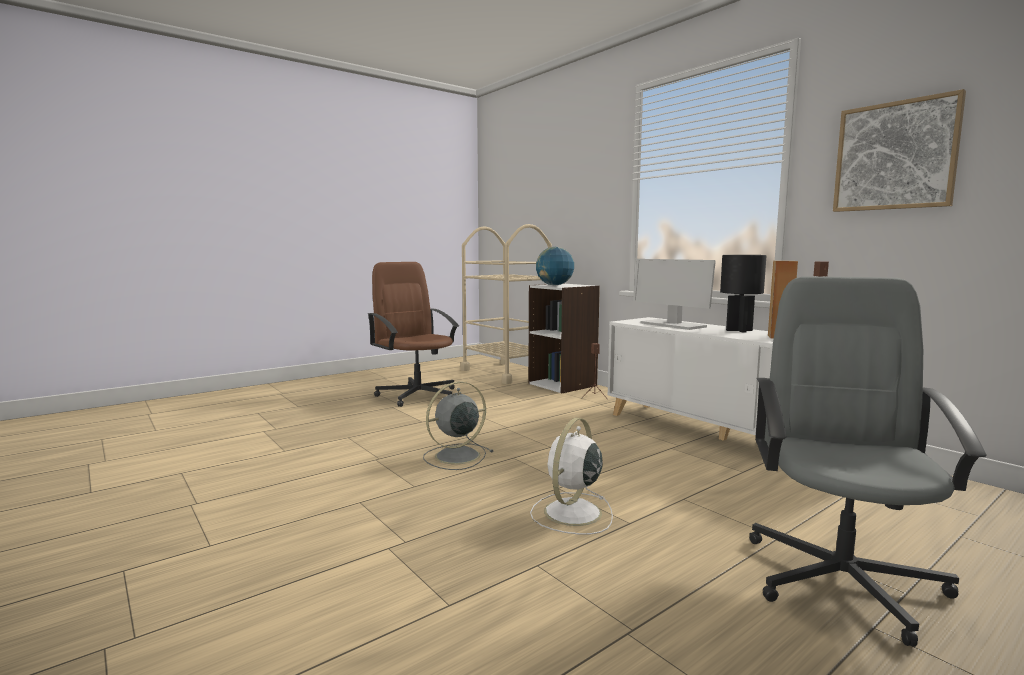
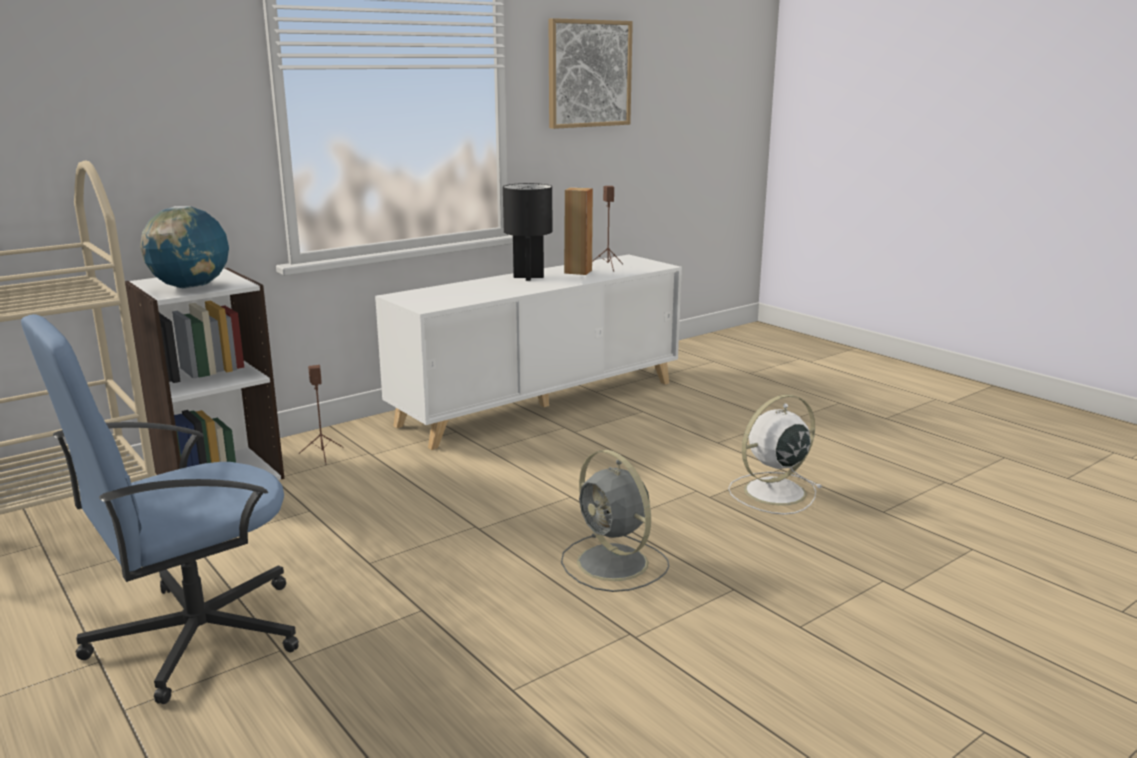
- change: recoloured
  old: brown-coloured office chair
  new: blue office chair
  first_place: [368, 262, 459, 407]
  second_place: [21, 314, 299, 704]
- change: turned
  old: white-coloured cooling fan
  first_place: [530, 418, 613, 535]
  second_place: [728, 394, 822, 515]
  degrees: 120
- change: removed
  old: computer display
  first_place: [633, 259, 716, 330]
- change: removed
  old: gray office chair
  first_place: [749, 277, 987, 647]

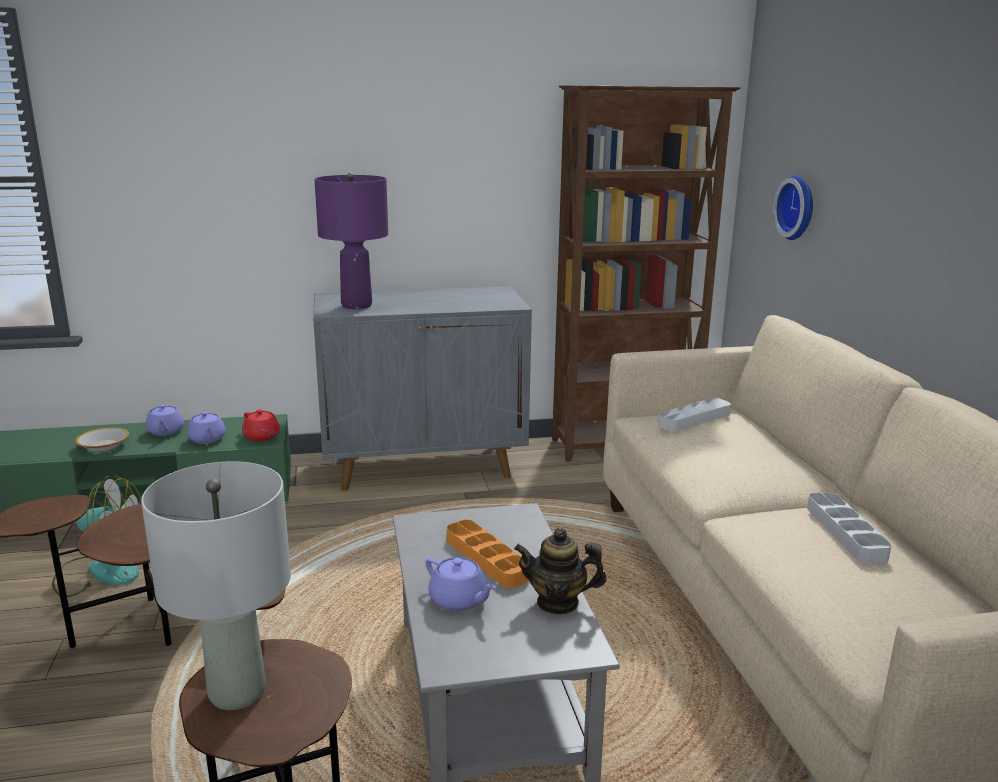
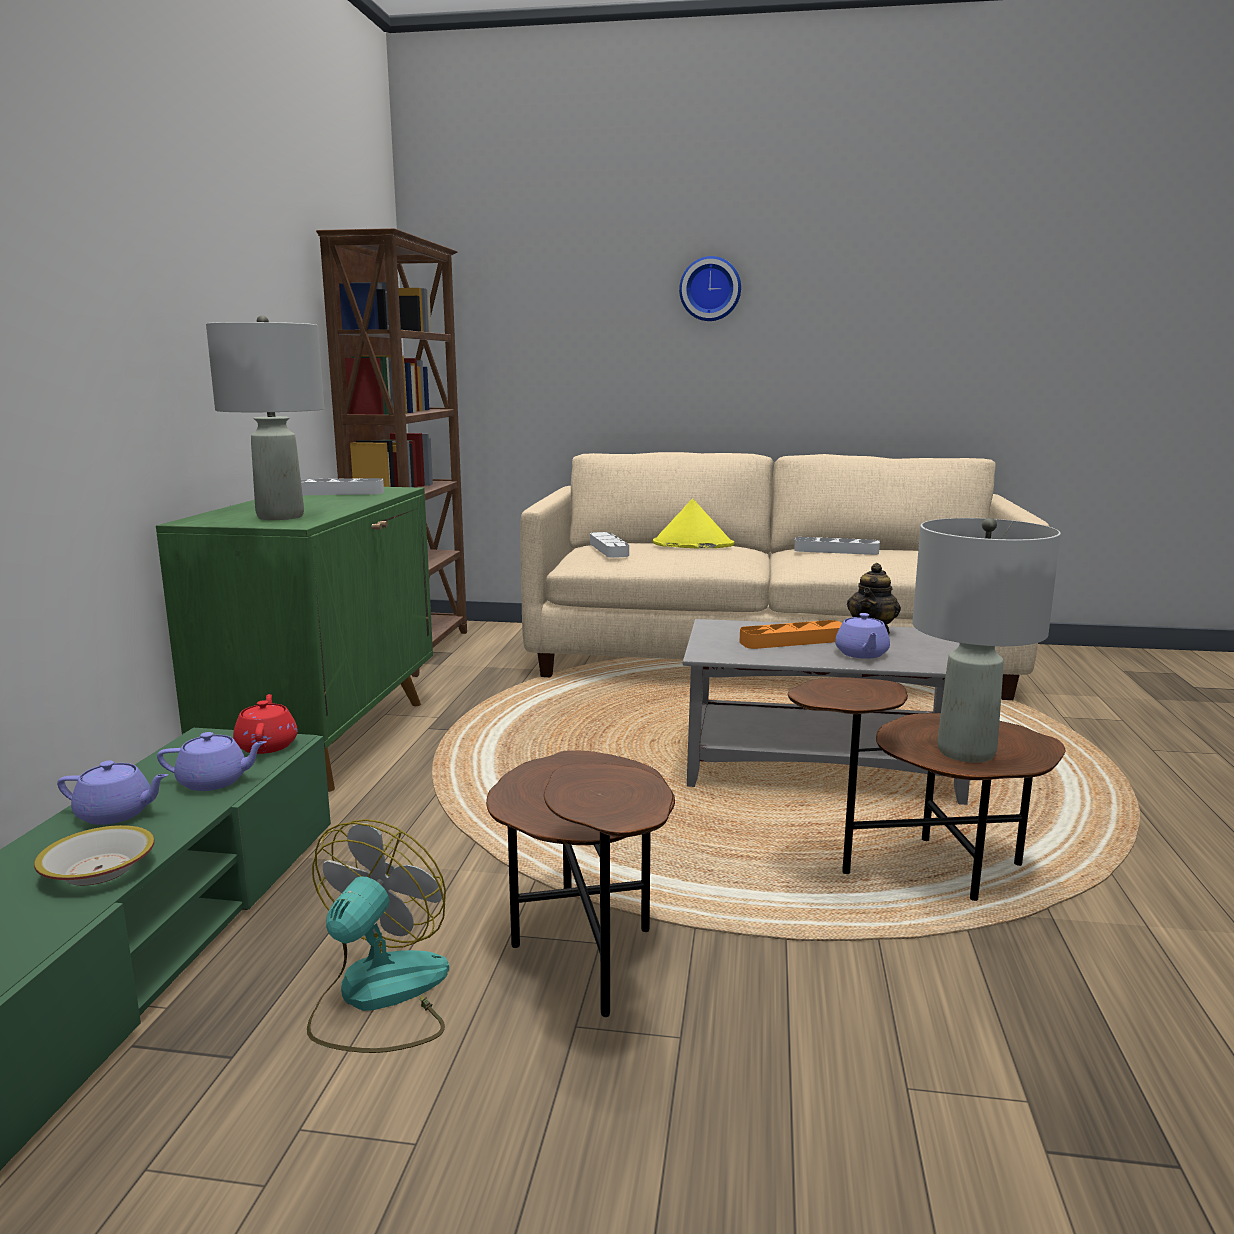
- change: recoloured
  old: gray cupboard
  new: green-coloured cupboard
  first_place: [313, 286, 532, 491]
  second_place: [156, 487, 433, 792]
- change: recoloured
  old: purple lamp for a table
  new: gray lamp for a table
  first_place: [314, 173, 388, 309]
  second_place: [206, 316, 324, 520]
- change: turned
  old: reddish tea pot
  first_place: [242, 409, 280, 441]
  second_place: [233, 694, 297, 754]
  degrees: -75
- change: added
  new: gray serving tray
  second_place: [301, 478, 384, 495]
- change: added
  new: yellow-coloured clothing hat
  second_place: [653, 499, 734, 548]
- change: moved
  old: wall clock
  first_place: [773, 175, 813, 240]
  second_place: [679, 256, 741, 321]
- change: turned
  old: purple tea pot
  first_place: [426, 557, 496, 611]
  second_place: [835, 613, 890, 659]
  degrees: 120

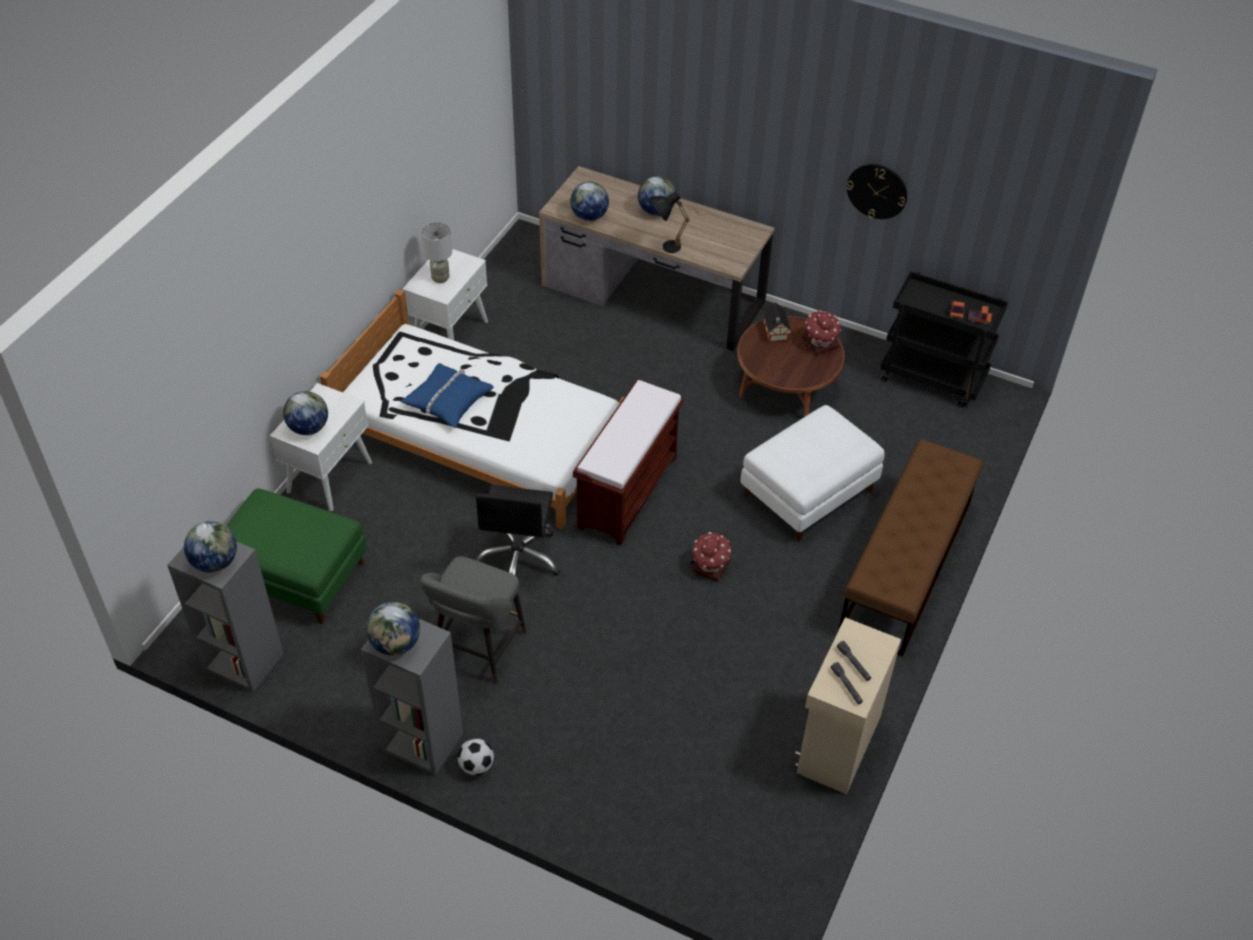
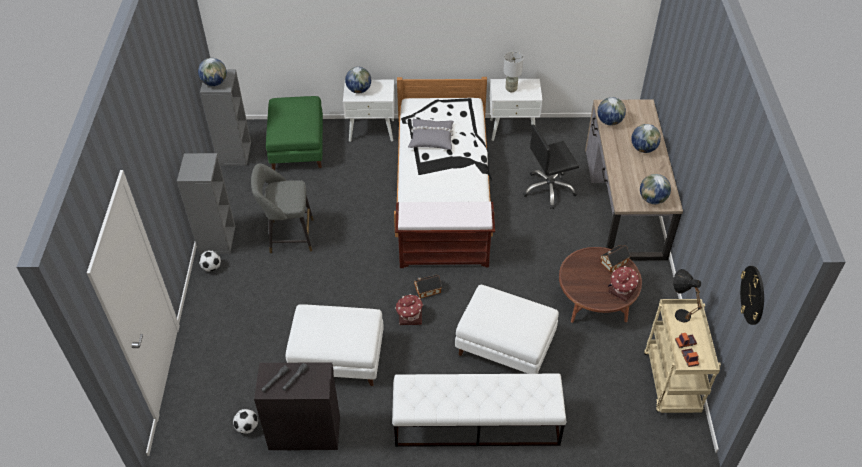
- change: added
  new: football ball
  second_place: [233, 409, 258, 434]
- change: recoloured
  old: sand-coloured cupboard
  new: blackish cupboard
  first_place: [793, 617, 901, 795]
  second_place: [254, 362, 340, 450]
- change: added
  new: white-coloured ottoman
  second_place: [286, 304, 384, 386]
- change: recoloured
  old: brown-coloured long seat
  new: white-coloured long seat
  first_place: [838, 440, 983, 656]
  second_place: [392, 374, 566, 447]
- change: recoloured
  old: blue cushion
  new: gray cushion
  first_place: [401, 363, 494, 428]
  second_place: [408, 119, 454, 150]
- change: added
  new: toy house
  second_place: [414, 275, 442, 299]
- change: moved
  old: blackish office chair
  first_place: [473, 485, 560, 576]
  second_place: [523, 125, 579, 209]
- change: moved
  old: desk globe
  first_place: [366, 602, 420, 656]
  second_place: [640, 174, 671, 204]
- change: recoloured
  old: blackish cart
  new: sand-coloured cart
  first_place: [881, 272, 1008, 407]
  second_place: [644, 299, 721, 413]
- change: moved
  old: blackish lamp for a table
  first_place: [649, 191, 689, 253]
  second_place: [673, 269, 702, 322]
- change: moved
  old: wall clock
  first_place: [846, 164, 907, 219]
  second_place: [740, 266, 764, 325]

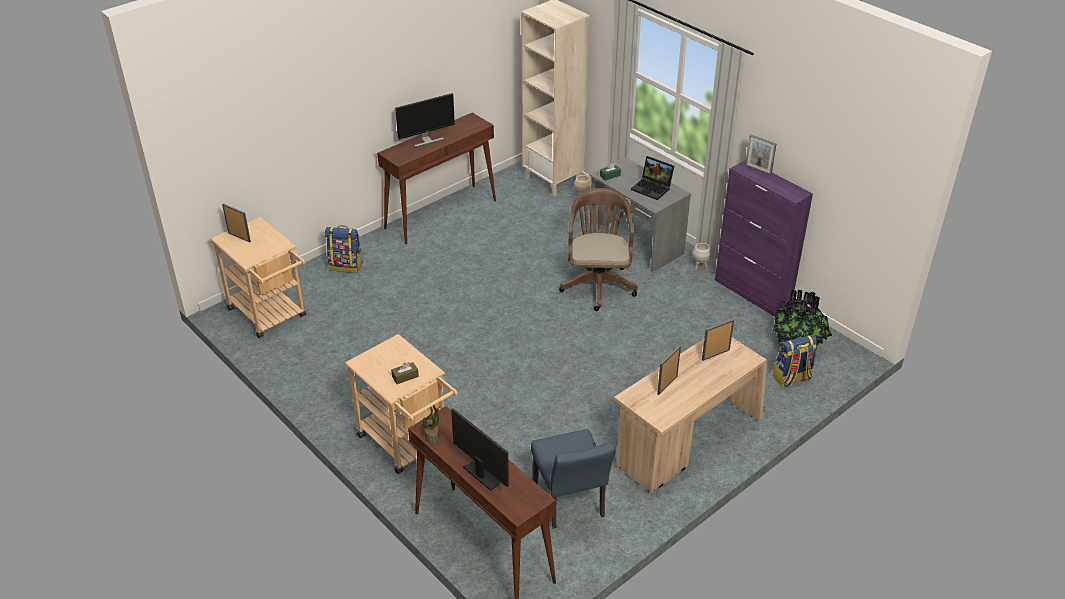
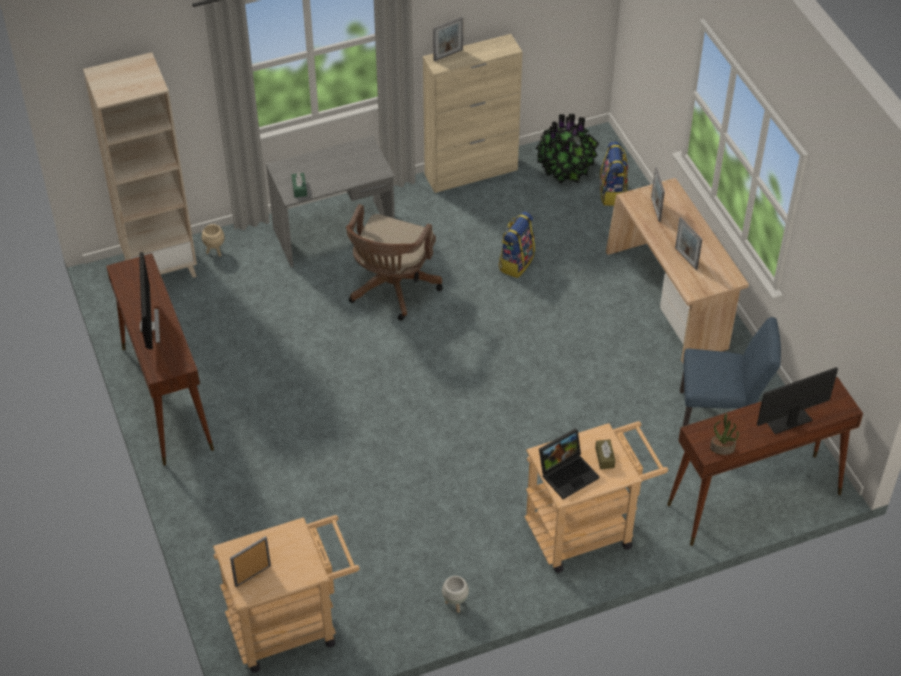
- change: turned
  old: brown-coloured office chair
  first_place: [559, 188, 638, 311]
  second_place: [346, 204, 443, 321]
  degrees: -90
- change: recoloured
  old: purple cupboard
  new: sand-coloured cupboard
  first_place: [715, 160, 813, 317]
  second_place: [423, 34, 523, 193]
- change: moved
  old: white-coloured planter
  first_place: [693, 243, 711, 270]
  second_place: [442, 576, 469, 613]
- change: moved
  old: backpack
  first_place: [325, 225, 363, 273]
  second_place: [499, 211, 535, 278]
- change: moved
  old: laptop
  first_place: [631, 156, 674, 200]
  second_place: [539, 428, 599, 499]

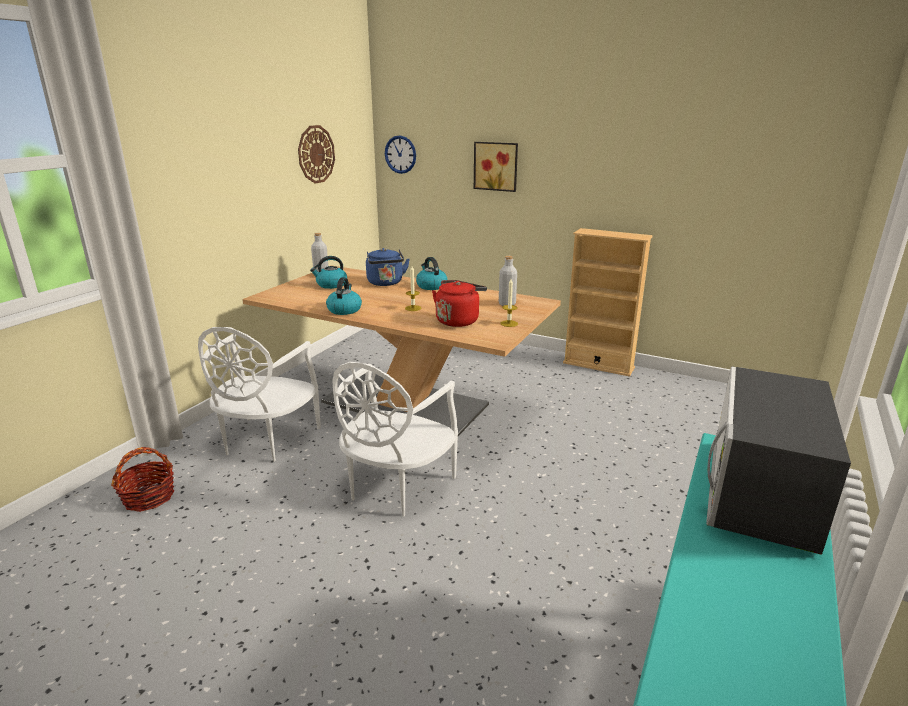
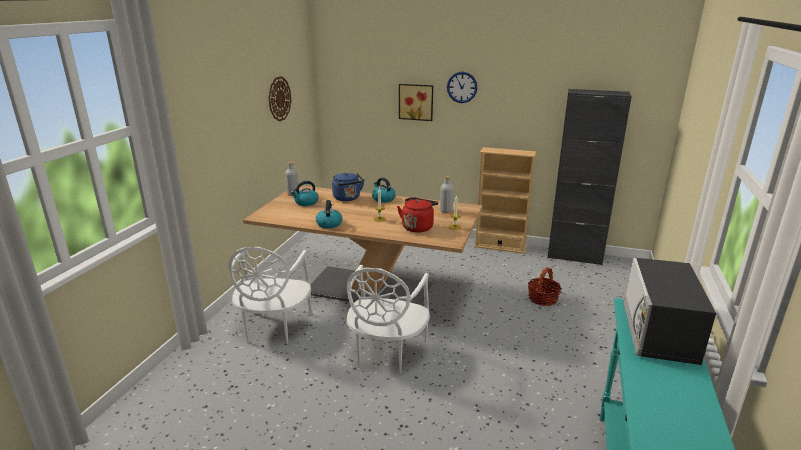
- change: moved
  old: wall clock
  first_place: [385, 135, 416, 174]
  second_place: [447, 72, 477, 103]
- change: moved
  old: basket
  first_place: [111, 447, 174, 512]
  second_place: [528, 268, 562, 306]
- change: added
  new: blackish cupboard
  second_place: [547, 89, 632, 266]

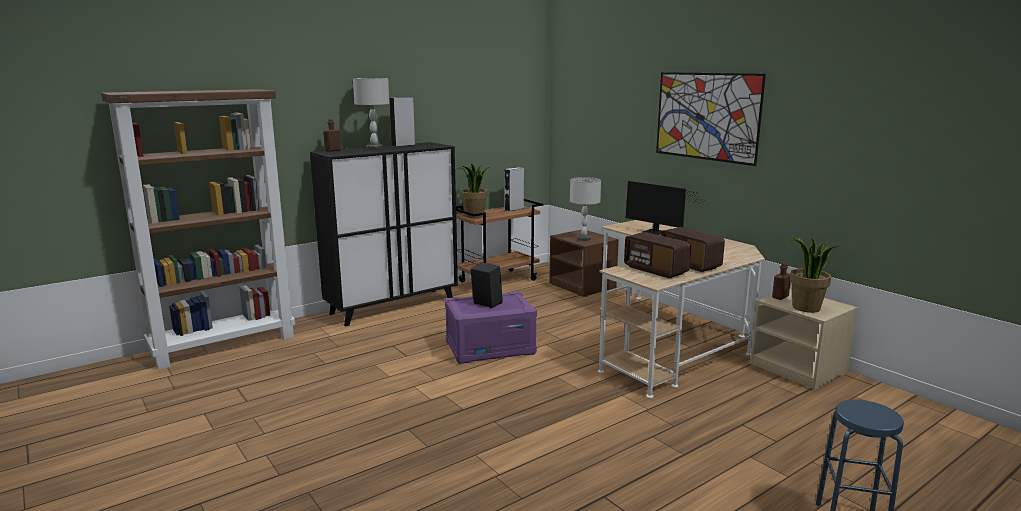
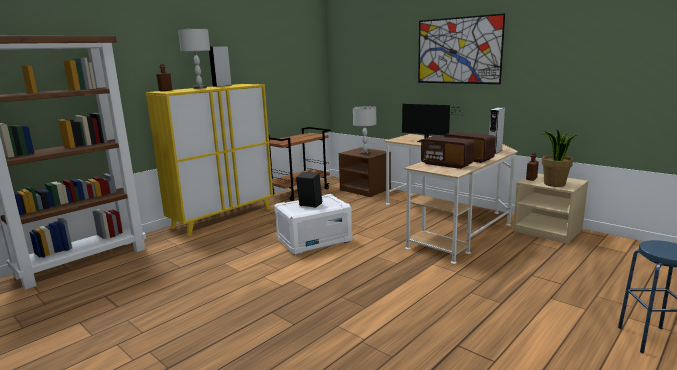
- change: recoloured
  old: blackish cupboard
  new: yellow-coloured cupboard
  first_place: [310, 142, 458, 327]
  second_place: [146, 84, 273, 236]
- change: recoloured
  old: purple storage bin
  new: white-coloured storage bin
  first_place: [445, 291, 537, 364]
  second_place: [274, 194, 353, 255]
- change: moved
  old: gray loudspeaker
  first_place: [505, 167, 524, 211]
  second_place: [489, 108, 505, 154]
- change: removed
  old: plant in a pot
  first_place: [457, 163, 489, 218]

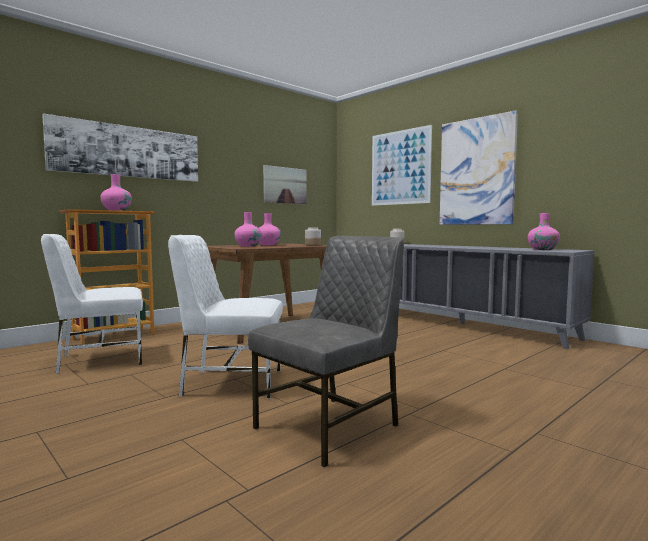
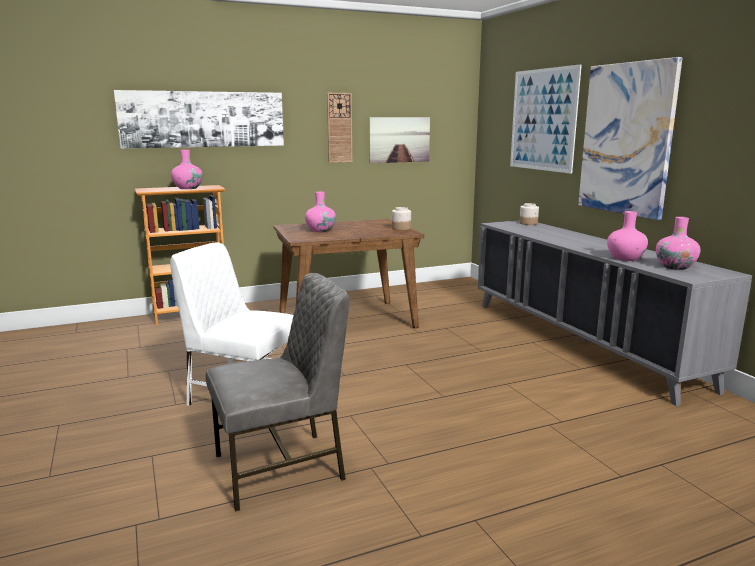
- change: added
  new: wall clock
  second_place: [327, 93, 352, 163]
- change: moved
  old: pink-coloured vase
  first_place: [259, 213, 281, 245]
  second_place: [607, 211, 648, 261]
- change: removed
  old: white-coloured upright chair
  first_place: [41, 234, 143, 374]

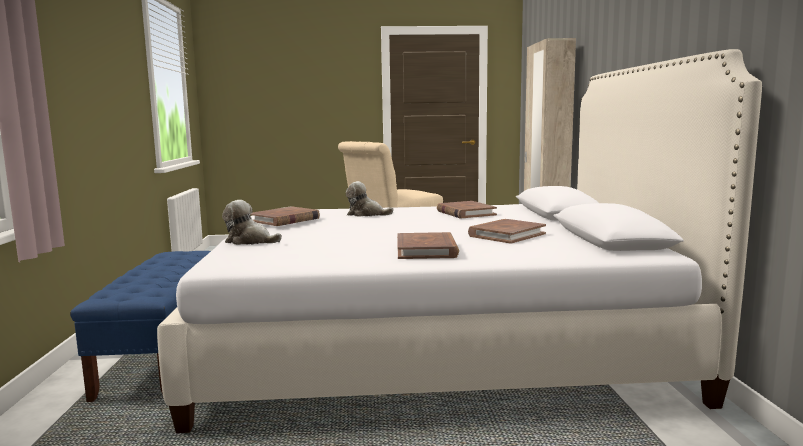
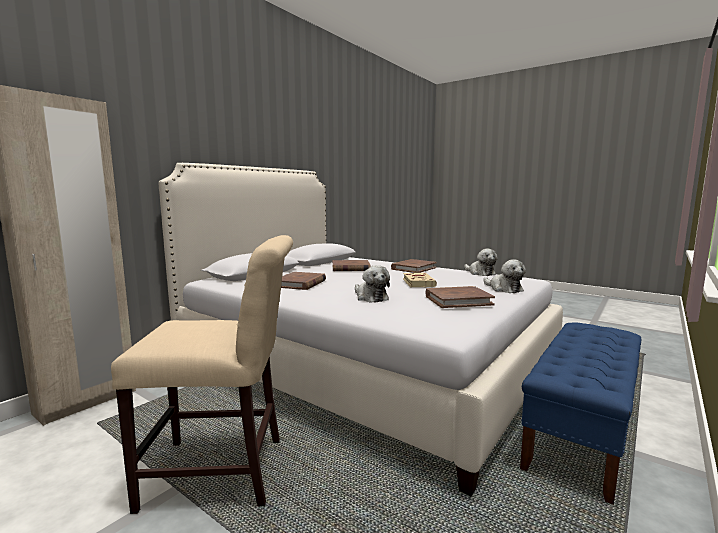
- change: added
  new: sand-coloured volume
  second_place: [403, 273, 437, 287]
- change: added
  new: cuddly toy
  second_place: [464, 249, 498, 276]

